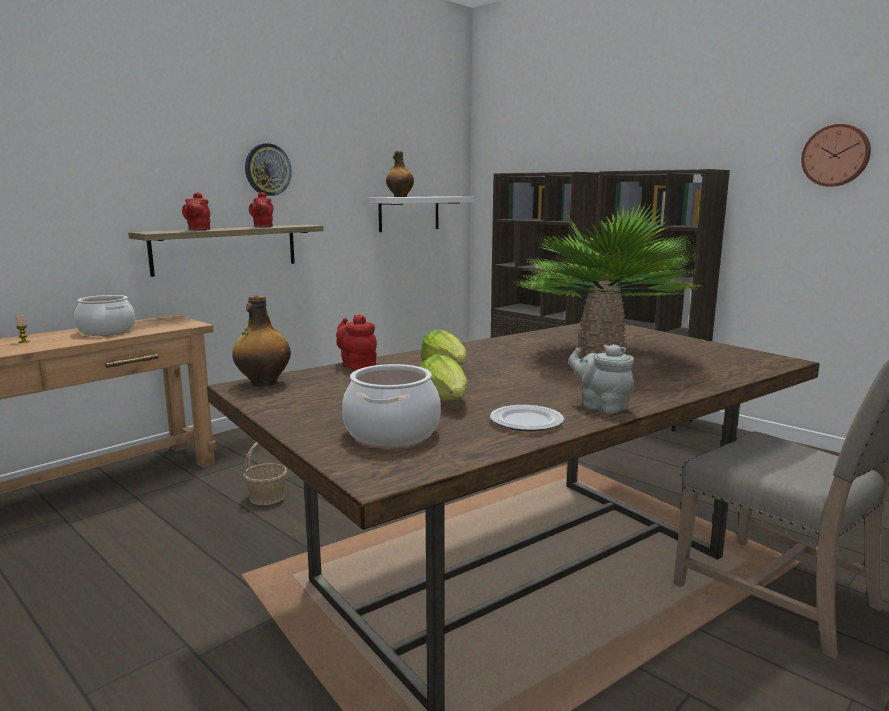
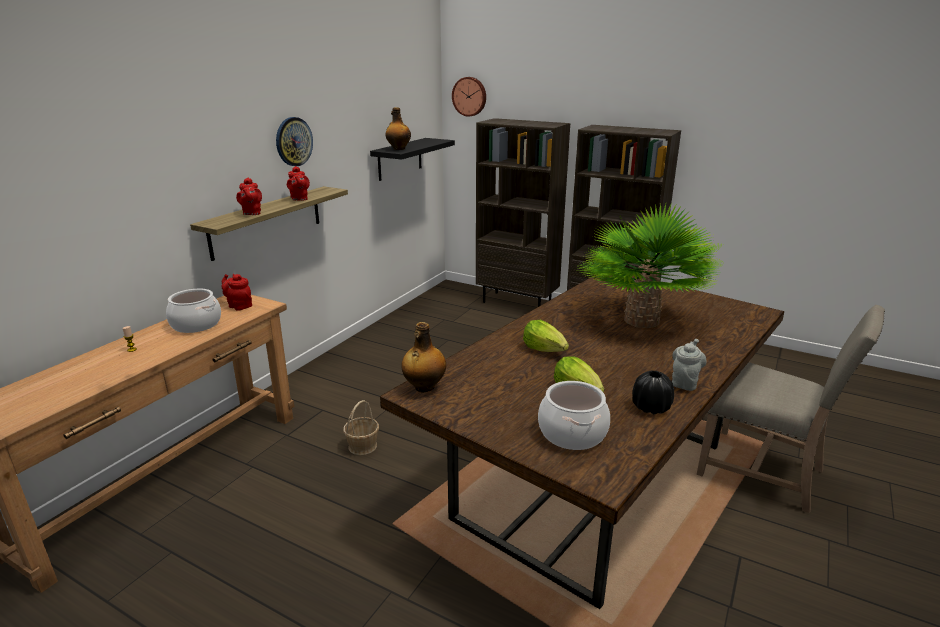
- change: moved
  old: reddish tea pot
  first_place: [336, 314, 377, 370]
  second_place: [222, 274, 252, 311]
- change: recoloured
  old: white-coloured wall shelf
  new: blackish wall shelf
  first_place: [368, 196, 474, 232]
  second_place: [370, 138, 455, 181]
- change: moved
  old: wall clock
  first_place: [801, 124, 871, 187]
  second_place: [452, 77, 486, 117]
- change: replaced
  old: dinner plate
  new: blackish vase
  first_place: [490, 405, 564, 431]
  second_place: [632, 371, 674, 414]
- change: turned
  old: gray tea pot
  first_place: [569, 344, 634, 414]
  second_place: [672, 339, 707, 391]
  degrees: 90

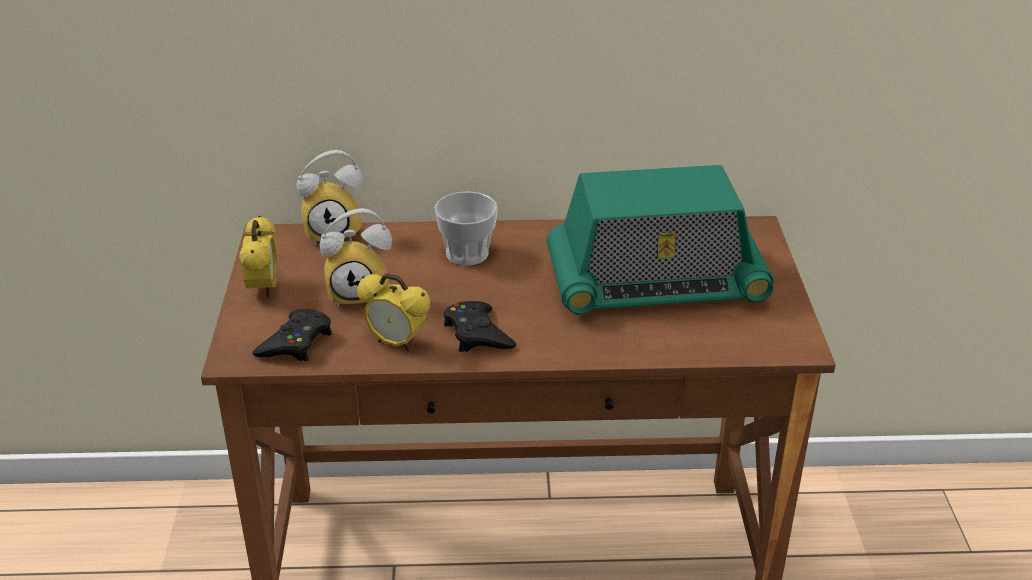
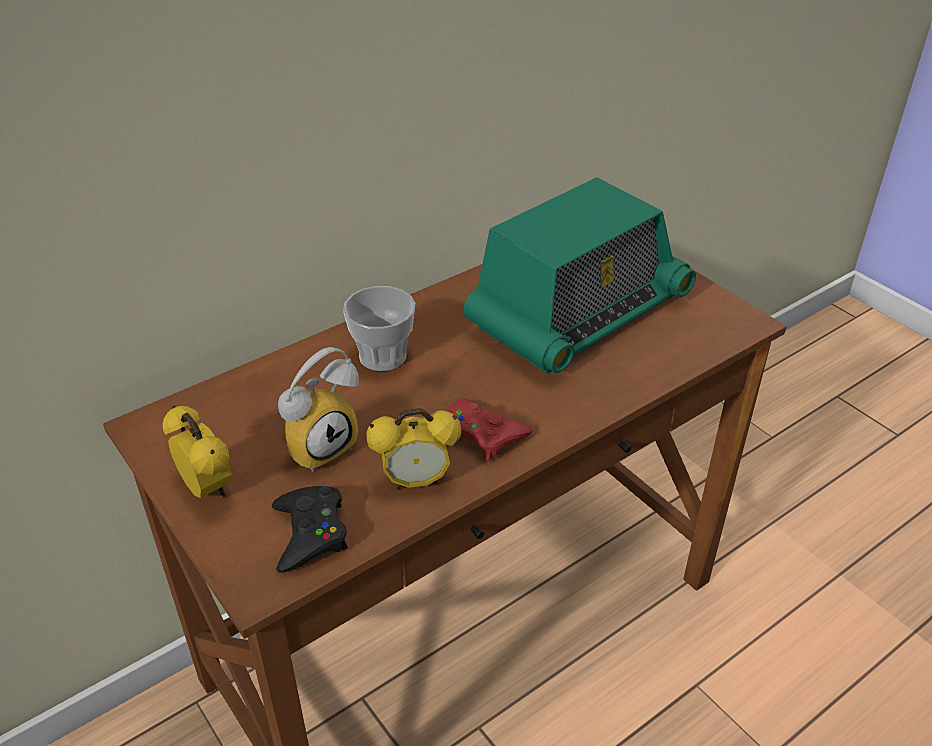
- change: recoloured
  old: blackish gamepad
  new: reddish gamepad
  first_place: [444, 301, 516, 352]
  second_place: [447, 398, 533, 461]
- change: removed
  old: table clock
  first_place: [296, 150, 364, 245]

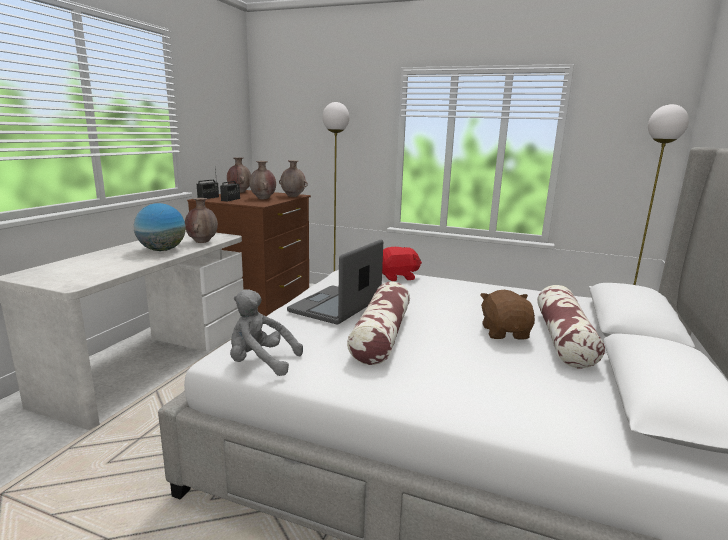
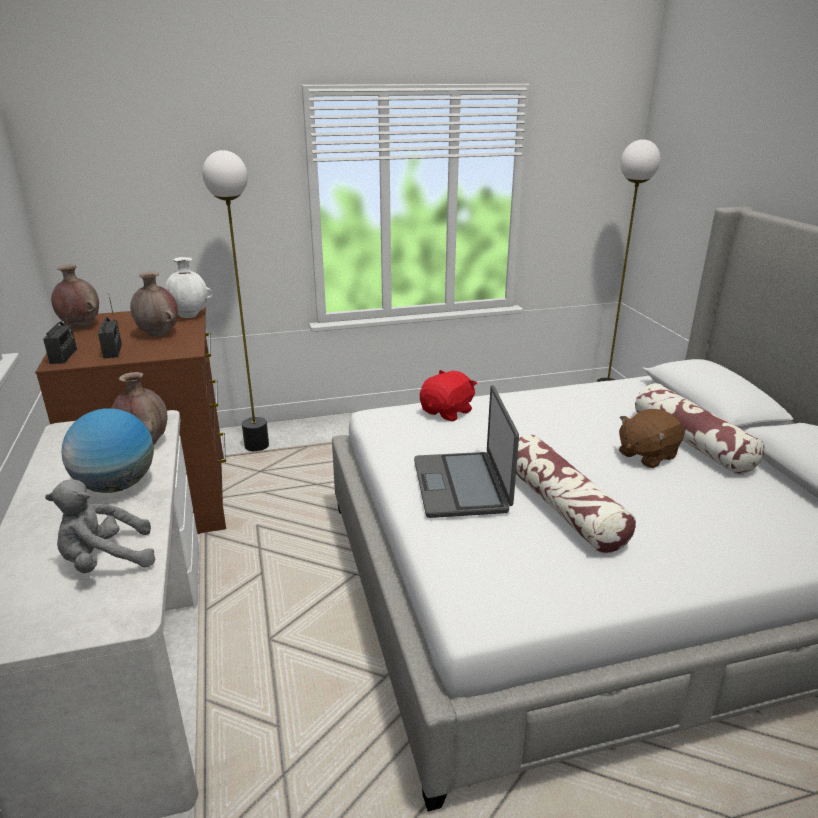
- change: moved
  old: gray cuddly toy
  first_place: [230, 289, 303, 376]
  second_place: [45, 480, 155, 573]
- change: recoloured
  old: brown-coloured vase
  new: white-coloured vase
  first_place: [279, 160, 308, 197]
  second_place: [165, 257, 213, 318]
- change: turned
  old: brown-coloured cuddly toy
  first_place: [480, 290, 535, 340]
  second_place: [619, 409, 685, 468]
  degrees: -90

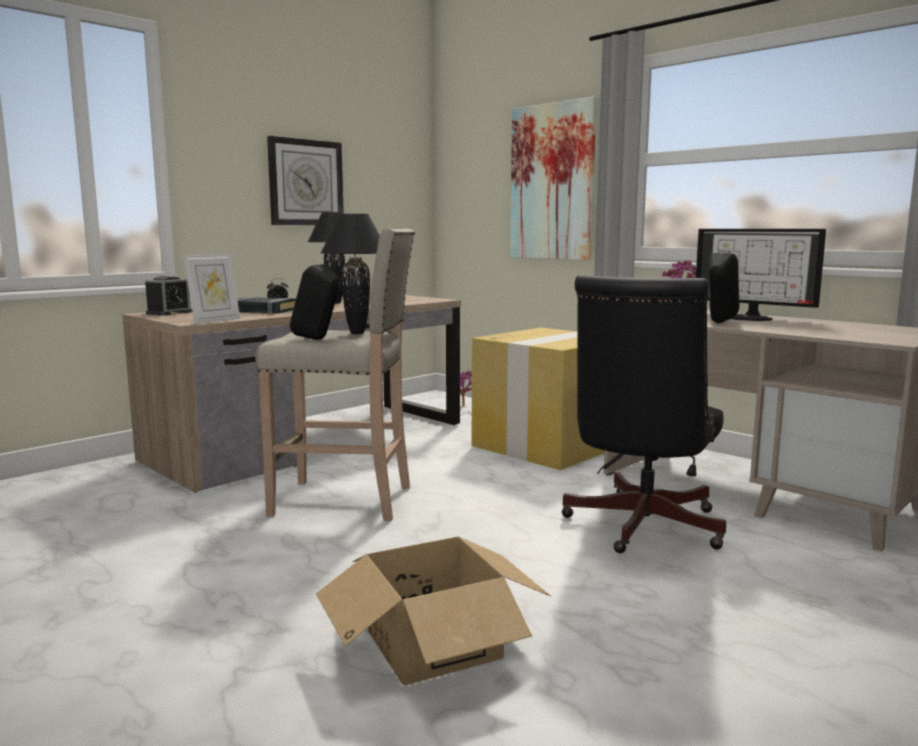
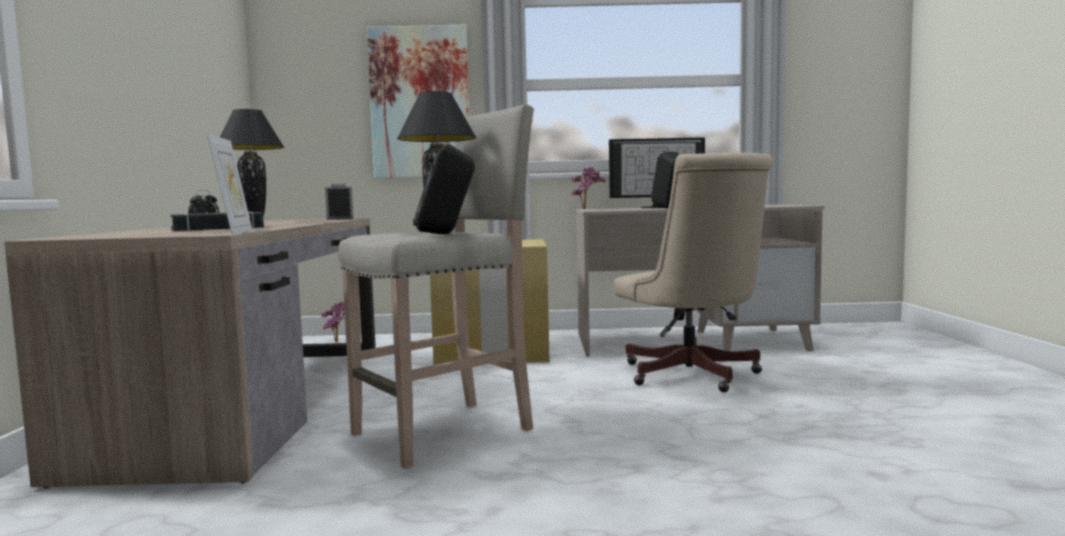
- change: moved
  old: table clock
  first_place: [145, 276, 192, 316]
  second_place: [325, 184, 353, 220]
- change: recoloured
  old: blackish office chair
  new: sand-coloured office chair
  first_place: [561, 275, 726, 553]
  second_place: [614, 153, 773, 392]
- change: removed
  old: wall clock
  first_place: [267, 136, 344, 225]
- change: removed
  old: packing box
  first_place: [316, 536, 551, 686]

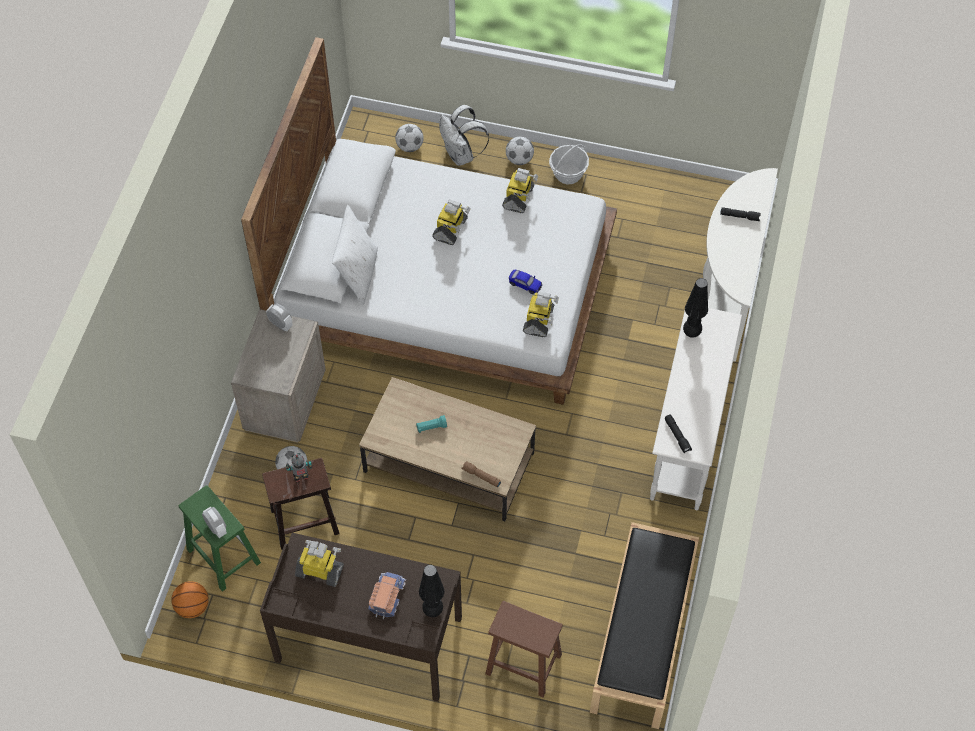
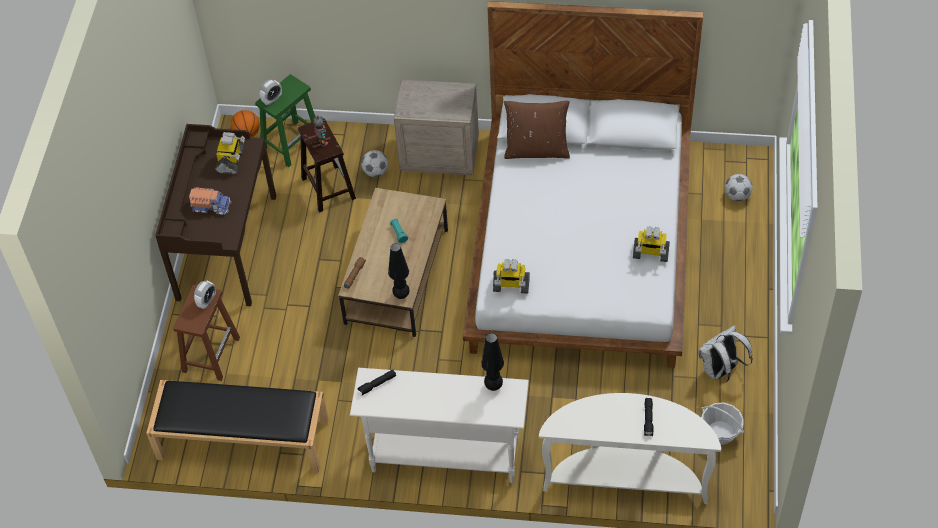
- change: moved
  old: table clock
  first_place: [266, 304, 292, 331]
  second_place: [194, 280, 216, 309]
- change: moved
  old: blackish lamp for a table
  first_place: [419, 565, 445, 617]
  second_place: [388, 243, 409, 299]
- change: recoloured
  old: white-coloured cushion
  new: brown-coloured cushion
  first_place: [332, 205, 378, 305]
  second_place: [504, 100, 570, 159]
- change: moved
  old: white-coloured backpack
  first_place: [439, 105, 489, 166]
  second_place: [699, 325, 753, 383]
- change: moved
  old: basket
  first_place: [549, 144, 589, 184]
  second_place: [701, 402, 744, 445]
- change: removed
  old: model robot
  first_place: [432, 199, 471, 245]
- change: removed
  old: football ball
  first_place: [506, 137, 534, 165]
- change: removed
  old: model car
  first_place: [509, 270, 542, 294]

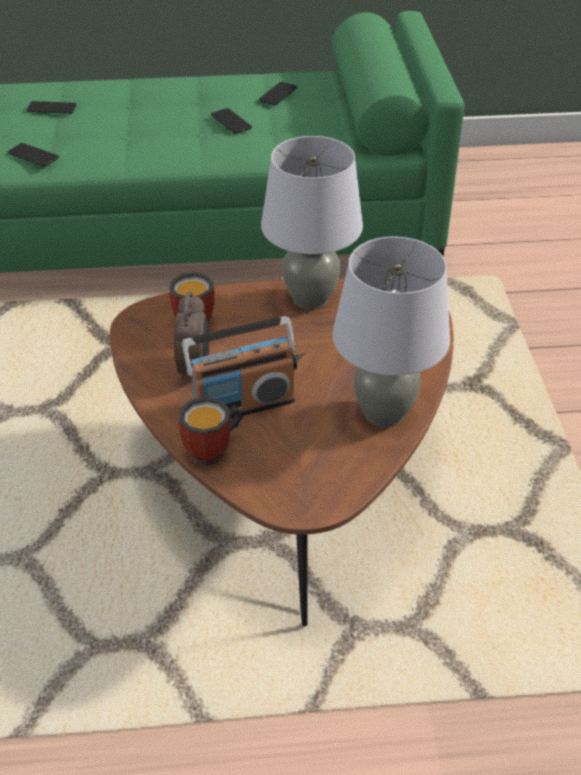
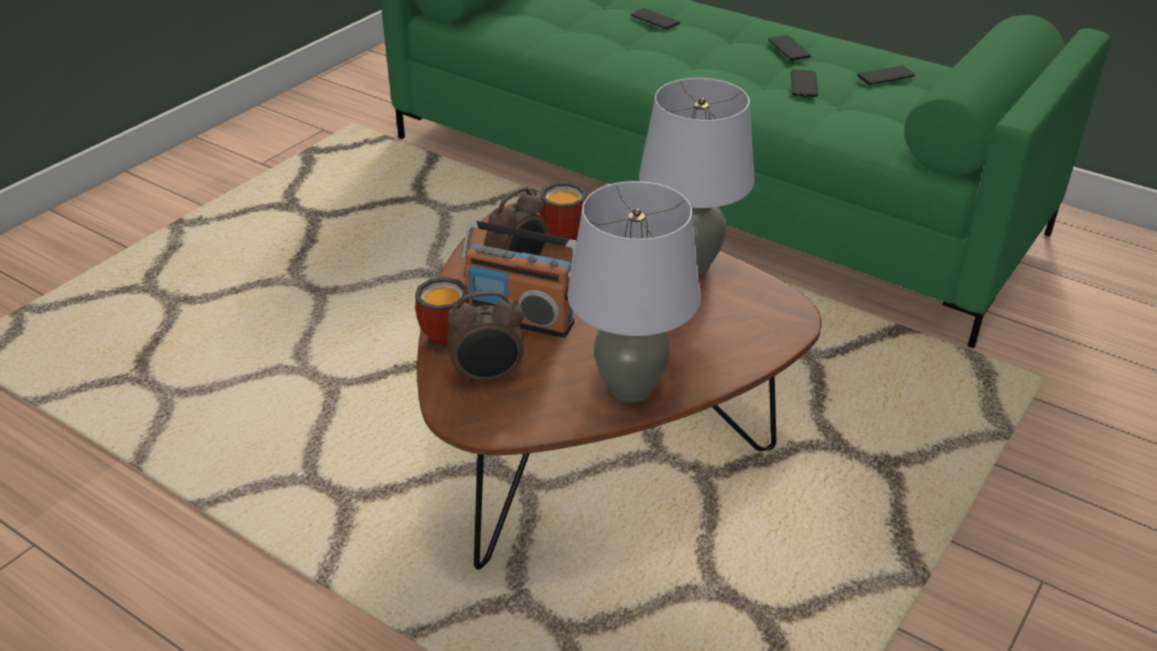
- change: added
  new: table clock
  second_place: [447, 291, 524, 385]
- change: moved
  old: phone
  first_place: [8, 143, 59, 167]
  second_place: [768, 35, 811, 60]

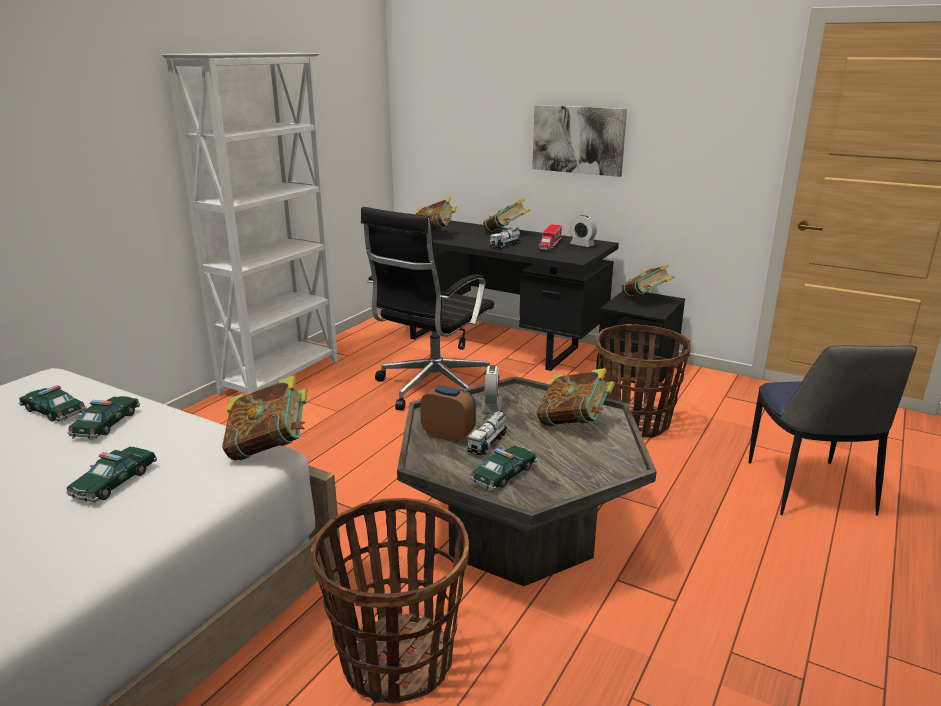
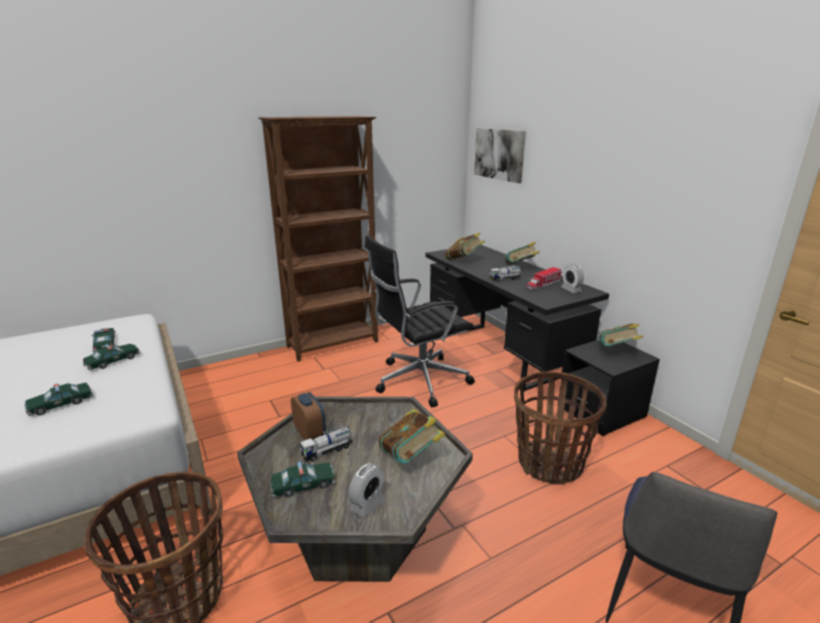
- change: recoloured
  old: white-coloured shelving unit
  new: brown-coloured shelving unit
  first_place: [161, 53, 338, 395]
  second_place: [258, 116, 378, 362]
- change: moved
  old: table clock
  first_place: [481, 365, 502, 412]
  second_place: [348, 463, 385, 518]
- change: moved
  old: wall picture
  first_place: [532, 105, 627, 177]
  second_place: [474, 128, 526, 183]
- change: removed
  old: volume
  first_place: [222, 375, 308, 460]

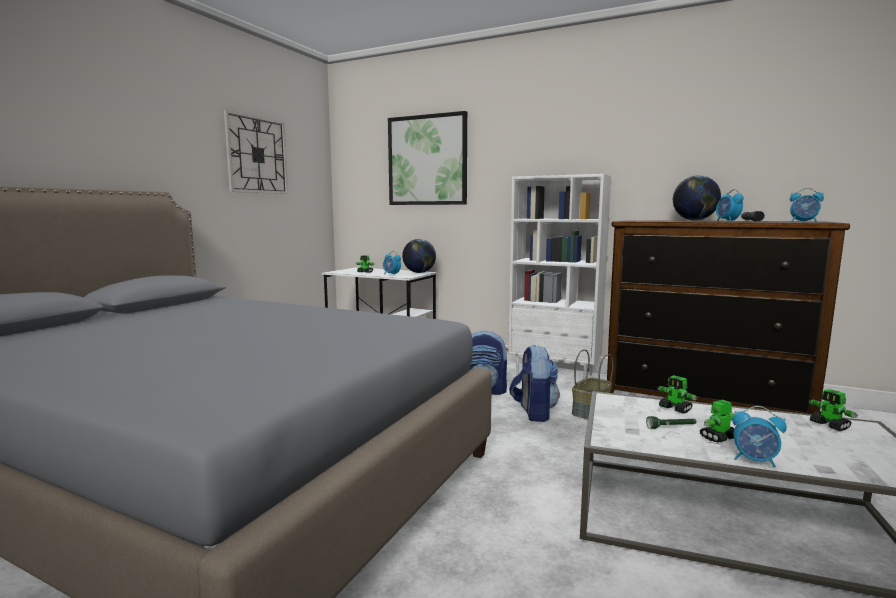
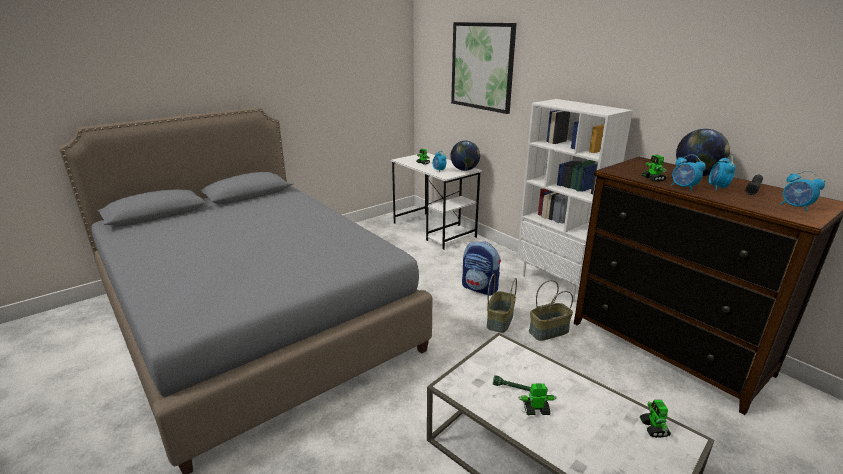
- change: replaced
  old: backpack
  new: basket
  first_place: [509, 344, 560, 422]
  second_place: [487, 274, 517, 333]
- change: moved
  old: model robot
  first_place: [657, 375, 697, 414]
  second_place: [641, 155, 666, 182]
- change: moved
  old: table clock
  first_place: [732, 406, 787, 468]
  second_place: [671, 154, 706, 191]
- change: removed
  old: wall clock
  first_place: [224, 110, 288, 194]

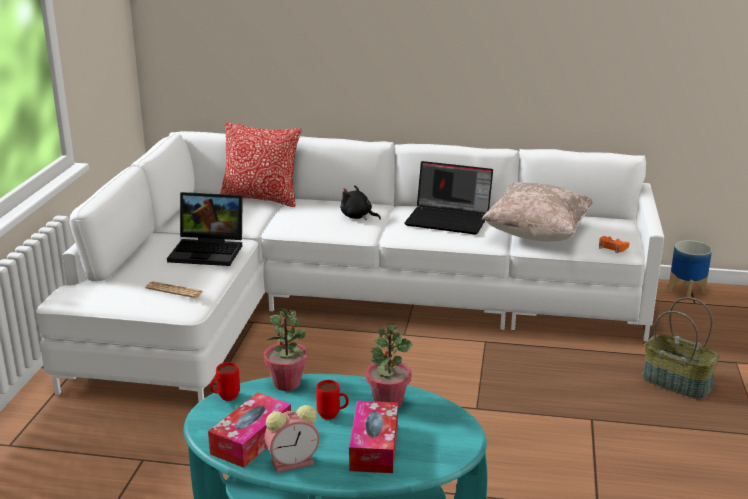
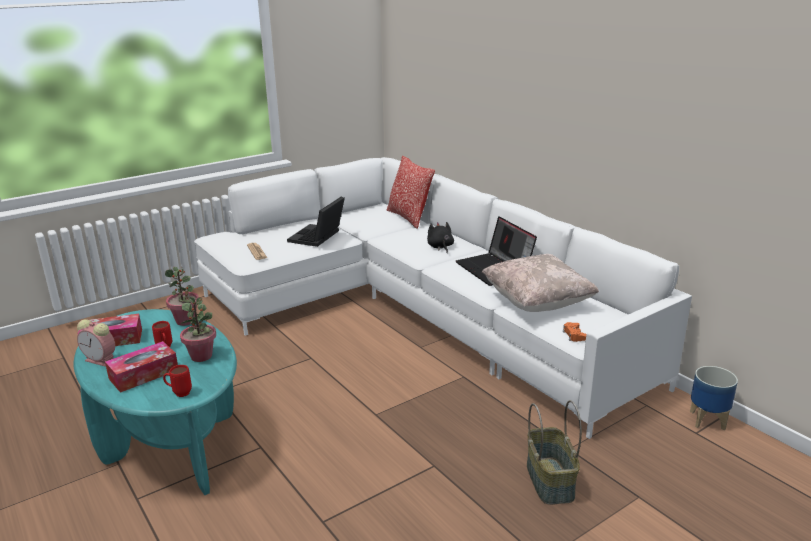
- change: moved
  old: reddish mug
  first_place: [210, 362, 240, 401]
  second_place: [163, 365, 192, 397]
- change: turned
  old: laptop
  first_place: [167, 192, 243, 266]
  second_place: [287, 196, 345, 247]
  degrees: 60

